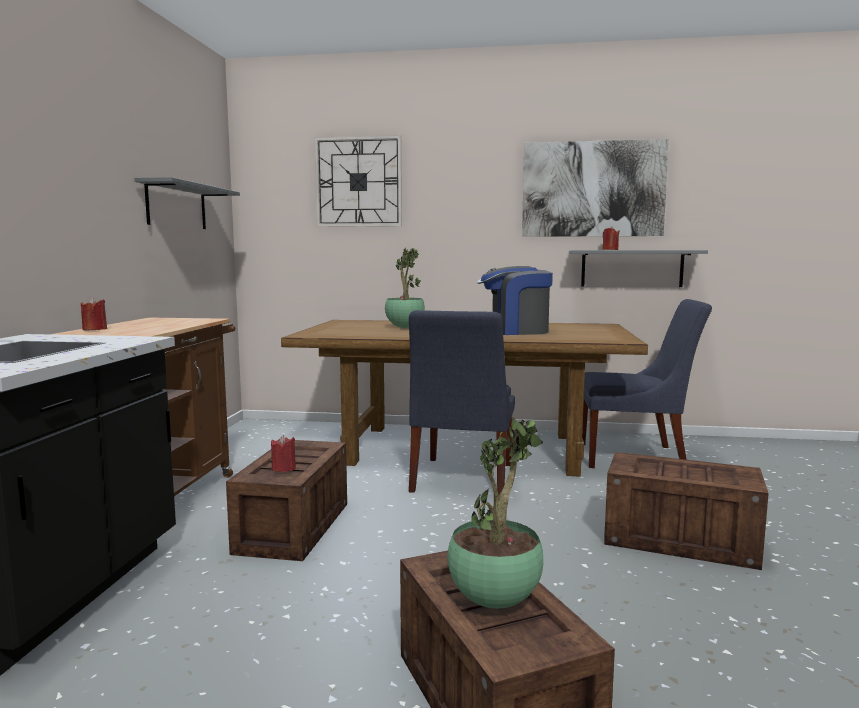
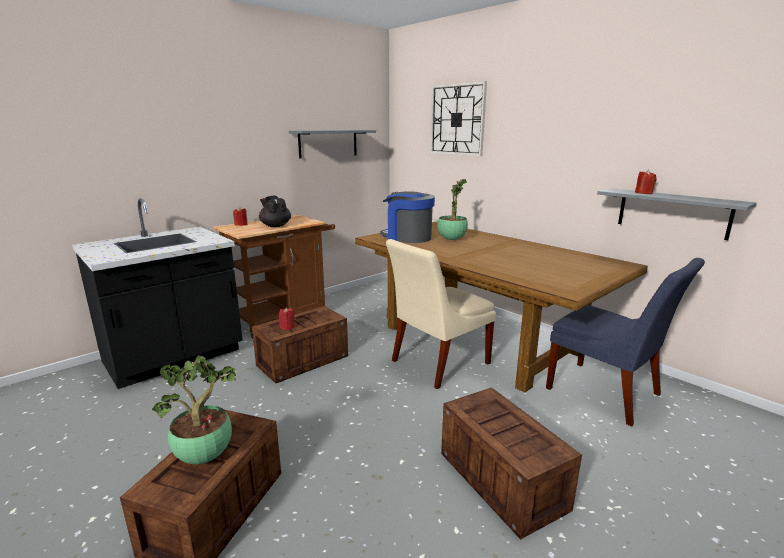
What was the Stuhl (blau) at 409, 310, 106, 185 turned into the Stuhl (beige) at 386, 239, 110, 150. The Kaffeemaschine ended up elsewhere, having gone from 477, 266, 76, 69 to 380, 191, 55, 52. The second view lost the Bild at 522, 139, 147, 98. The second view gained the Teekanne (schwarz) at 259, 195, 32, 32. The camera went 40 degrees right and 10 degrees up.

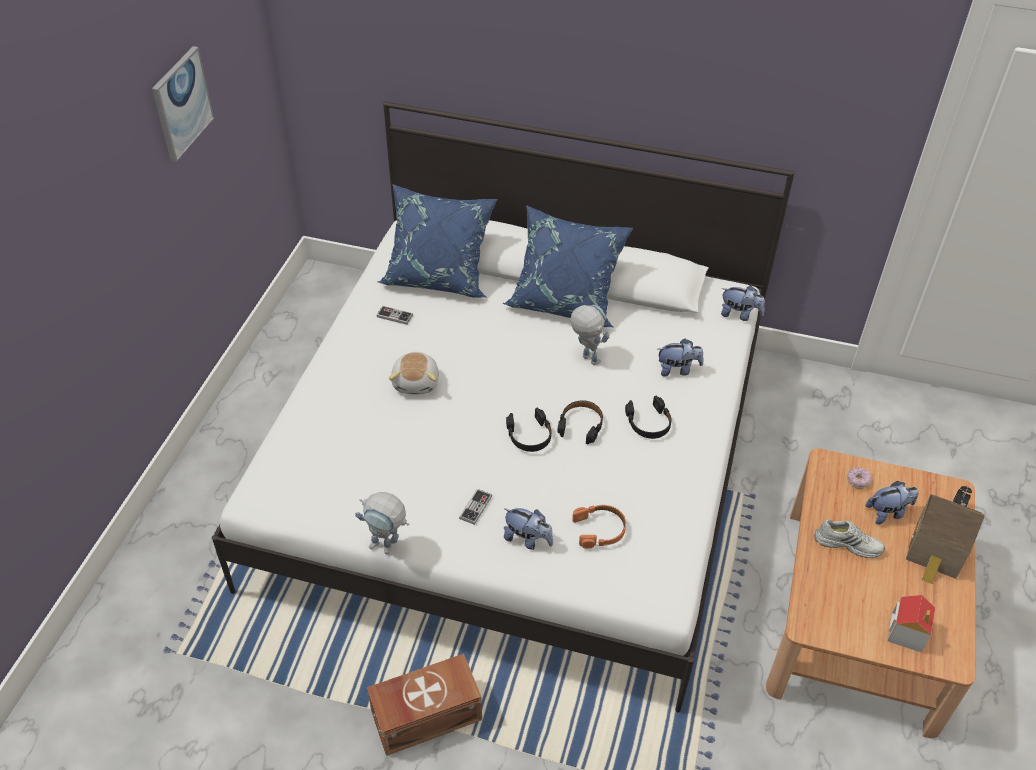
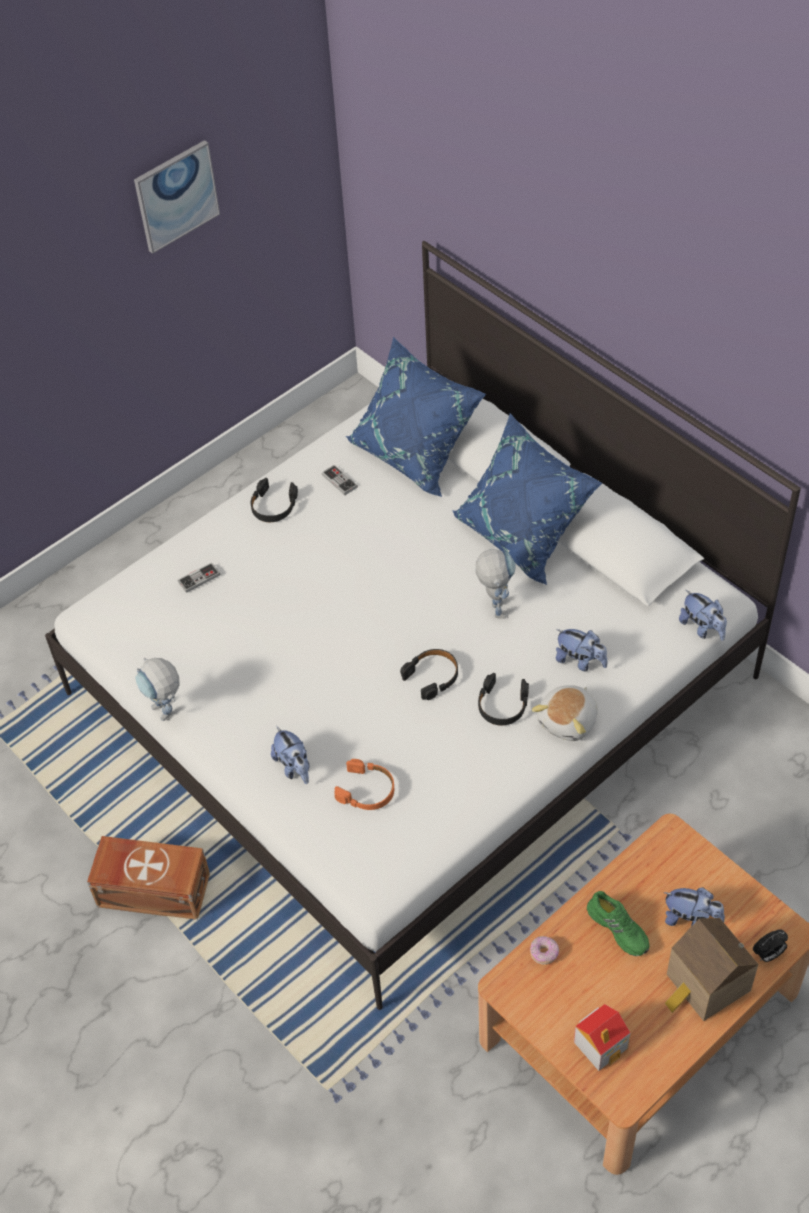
The Plüschtier ended up elsewhere, having gone from 389, 352, 50, 42 to 532, 685, 66, 56. The Gamepad ended up elsewhere, having gone from 459, 489, 33, 36 to 178, 562, 42, 31. The Kopfhörer (schwarz) ended up elsewhere, having gone from 506, 408, 45, 44 to 250, 478, 48, 44. What was the Schuh (weiß) at 814, 519, 71, 39 turned into the Schuh (grün) at 587, 891, 62, 65. The Donut ended up elsewhere, having gone from 847, 468, 25, 21 to 530, 936, 29, 29. The camera went 35 degrees right and 5 degrees up.

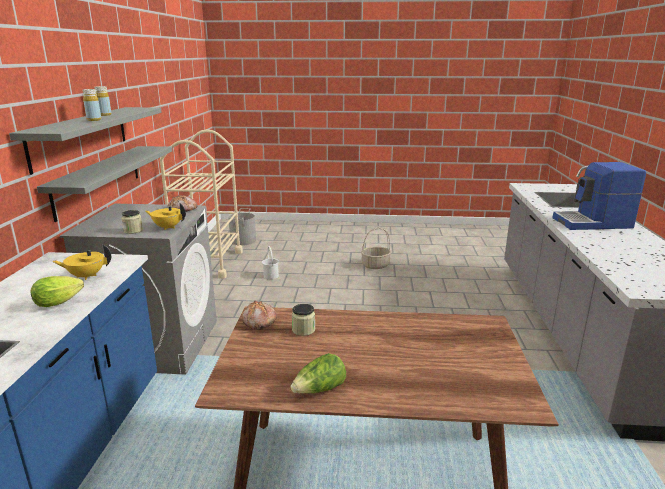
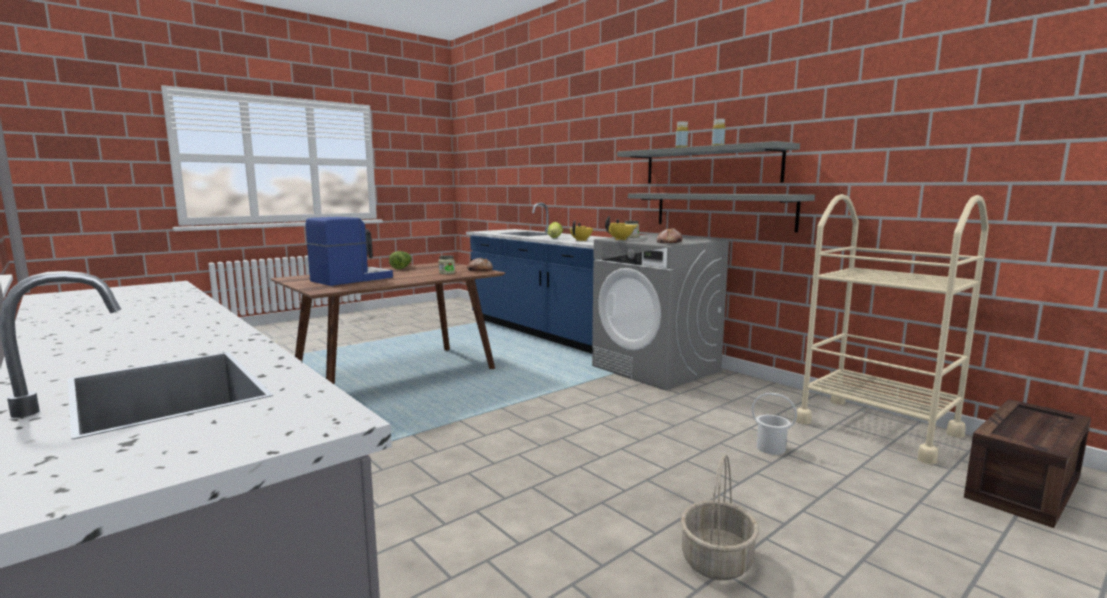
Where the Eimer (grau) stood at 228, 208, 28, 37, the Kiste came to stand at 964, 399, 127, 129. The Kaffeemaschine ended up elsewhere, having gone from 553, 162, 93, 68 to 306, 217, 87, 69. The camera went 135 degrees right and 10 degrees down.

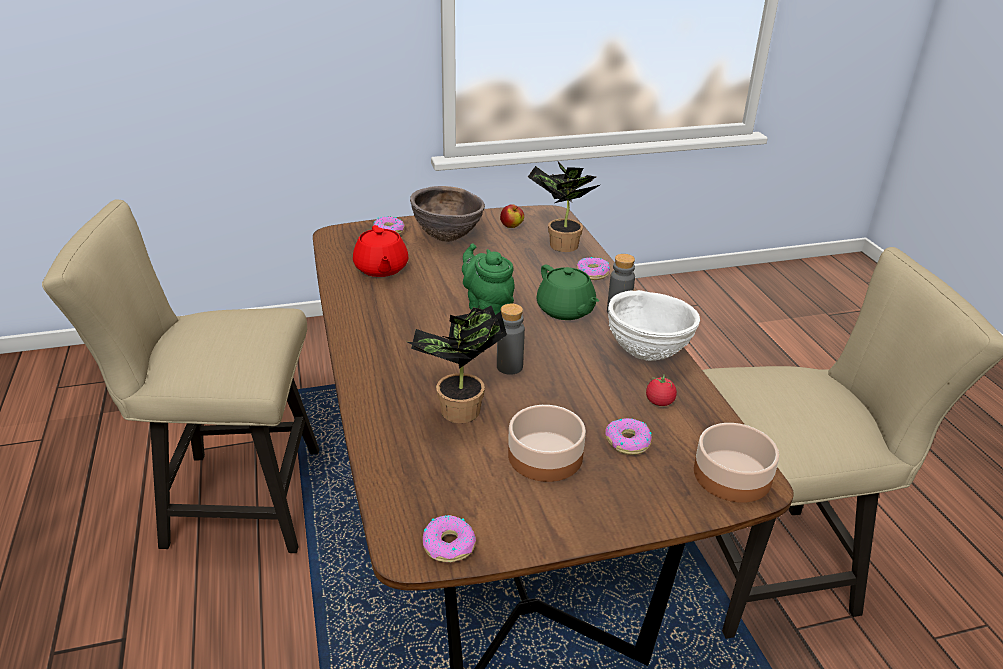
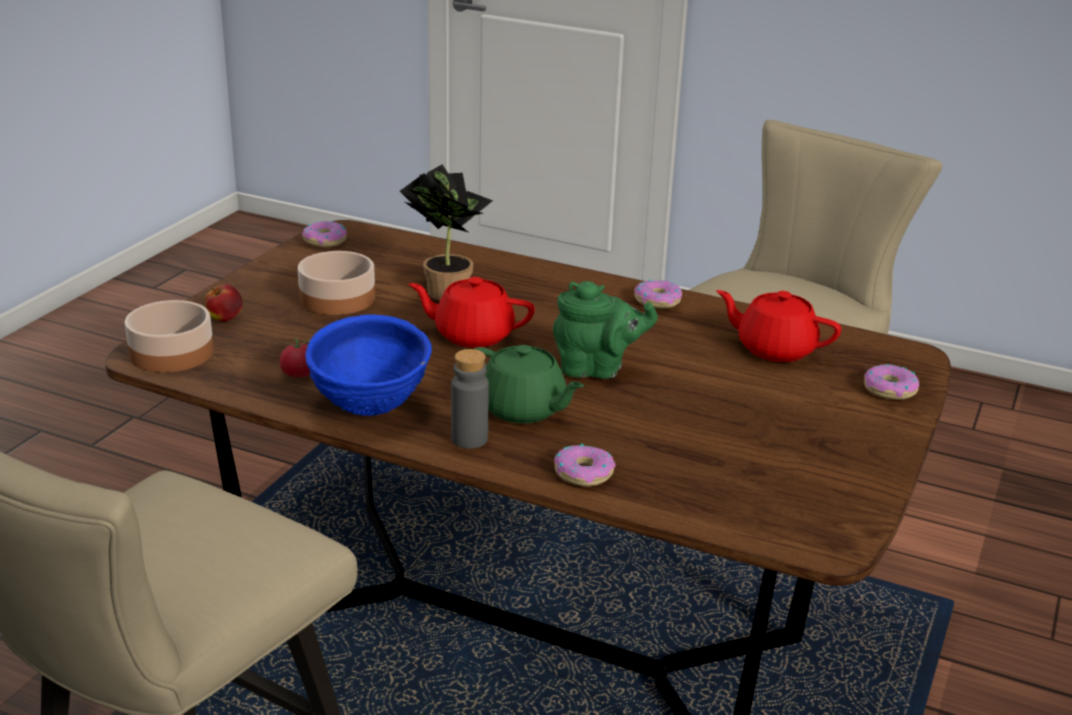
The second view lost the Schüssel (braun) at 410, 186, 75, 56. Where the Flasche (grau) stood at 497, 304, 28, 71, the Teekanne (rot) came to stand at 408, 277, 127, 71. The Apfel ended up elsewhere, having gone from 500, 204, 24, 24 to 205, 284, 37, 38. The second view lost the Topfpflanze at 528, 160, 72, 92. The Teekanne (grün) at 536, 265, 63, 55 ended up facing another way, 150 degrees counterclockwise from before. The Donut ended up elsewhere, having gone from 605, 418, 47, 37 to 634, 280, 48, 29. What was the Schüssel (weiß) at 608, 290, 92, 71 turned into the Schüssel (blau) at 305, 314, 127, 102. The camera went 130 degrees right and 5 degrees down.

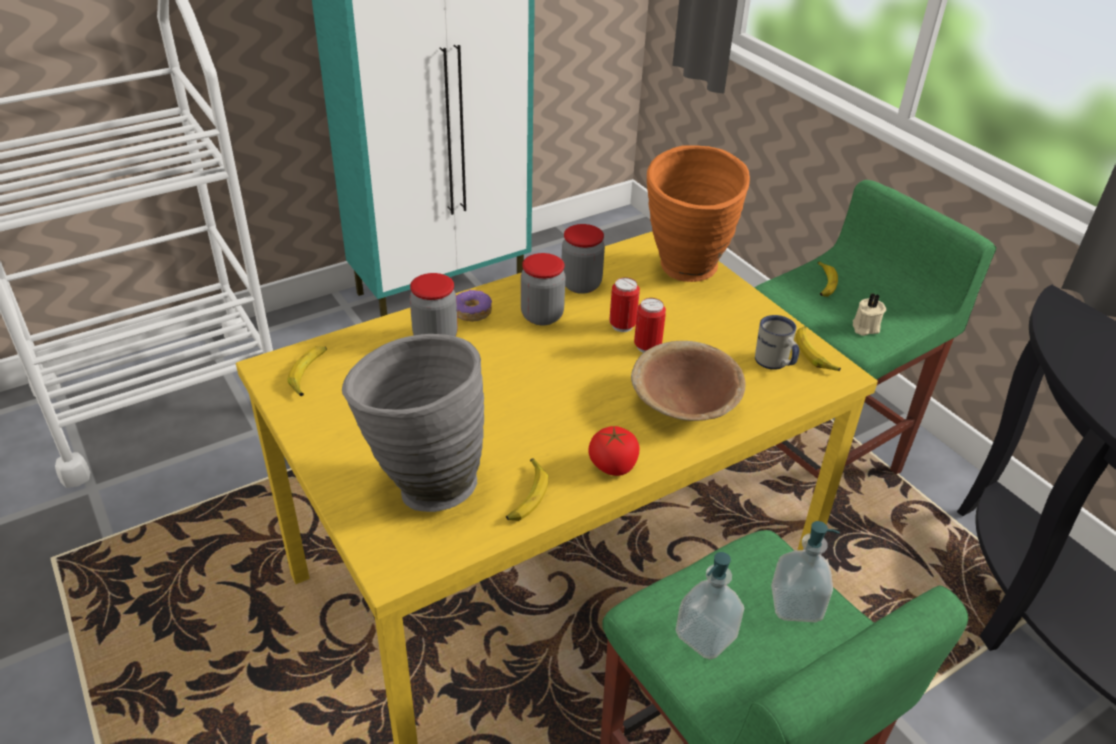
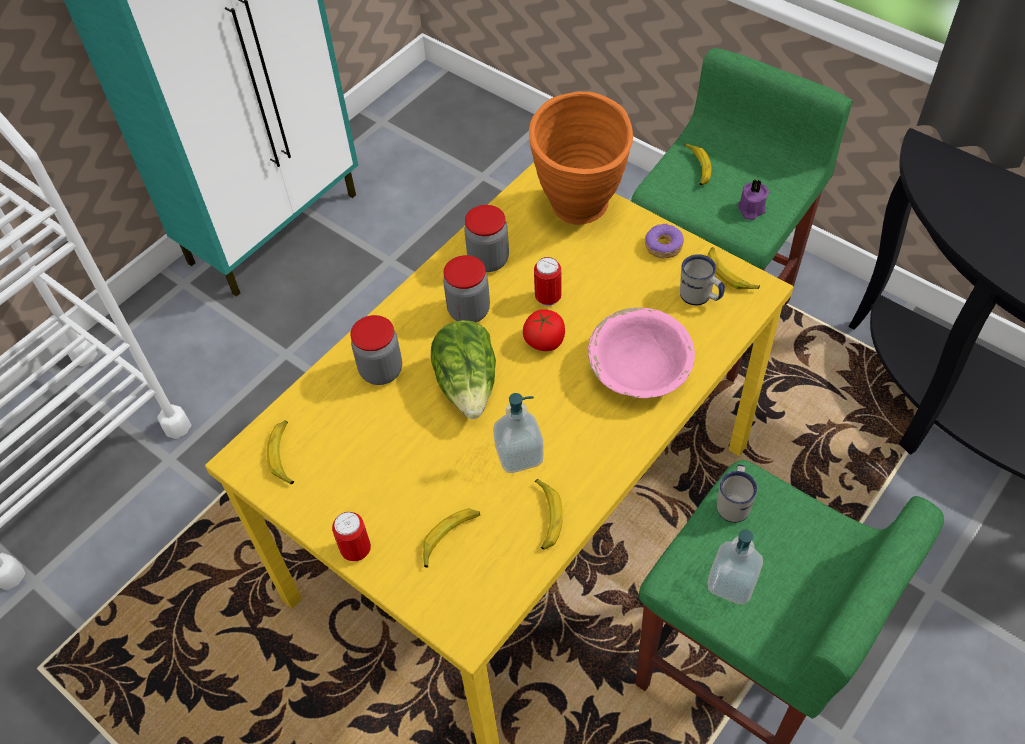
Where the Vase (grau) stood at 342, 334, 142, 178, the Banane came to stand at 423, 508, 57, 60. The Donut ended up elsewhere, having gone from 456, 289, 36, 33 to 645, 223, 39, 35. The Tomate ended up elsewhere, having gone from 589, 426, 51, 50 to 523, 309, 42, 42. What was the Schüssel (braun) at 631, 341, 115, 80 turned into the Schüssel (rosa) at 588, 307, 107, 91. The Dose ended up elsewhere, having gone from 634, 298, 32, 55 to 332, 512, 39, 49. The Seifenspender ended up elsewhere, having gone from 771, 521, 69, 101 to 493, 393, 51, 80. What was the Kerze (beige) at 853, 293, 33, 43 turned into the Kerze (lila) at 738, 180, 31, 40. The second view gained the Salatkopf at 431, 320, 65, 99. The second view gained the Henkelbecher (weiß) at 717, 464, 40, 59. The camera went 15 degrees left and 15 degrees up.

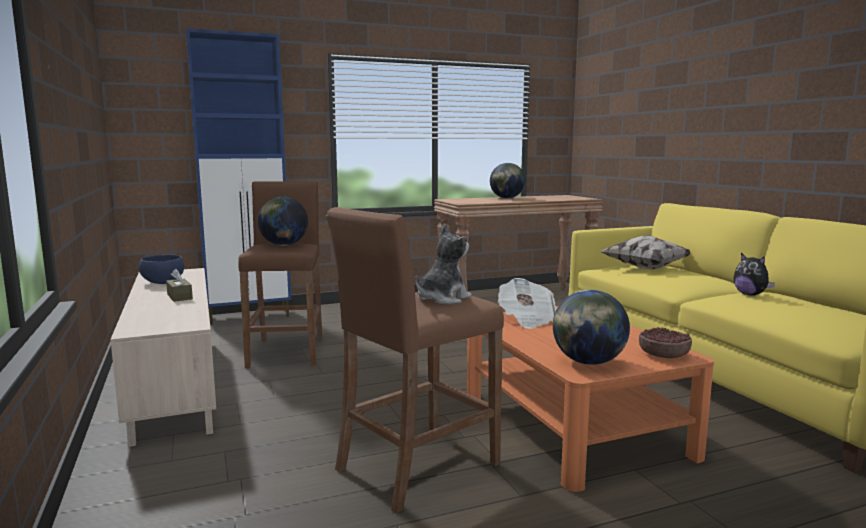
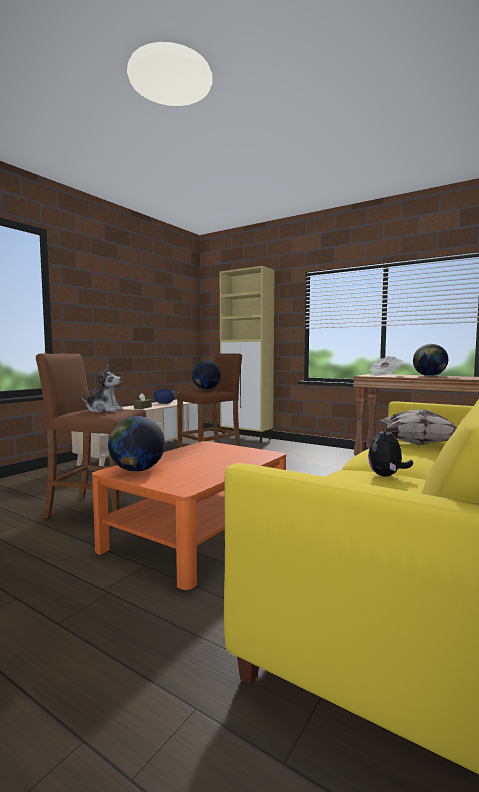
What was the Schrank (blau) at 186, 28, 105, 297 turned into the Schrank (beige) at 220, 266, 55, 177. The Zeitung ended up elsewhere, having gone from 497, 278, 60, 51 to 370, 356, 33, 20. The second view lost the Schüssel at 639, 327, 53, 31. The camera went 55 degrees right and 5 degrees down.

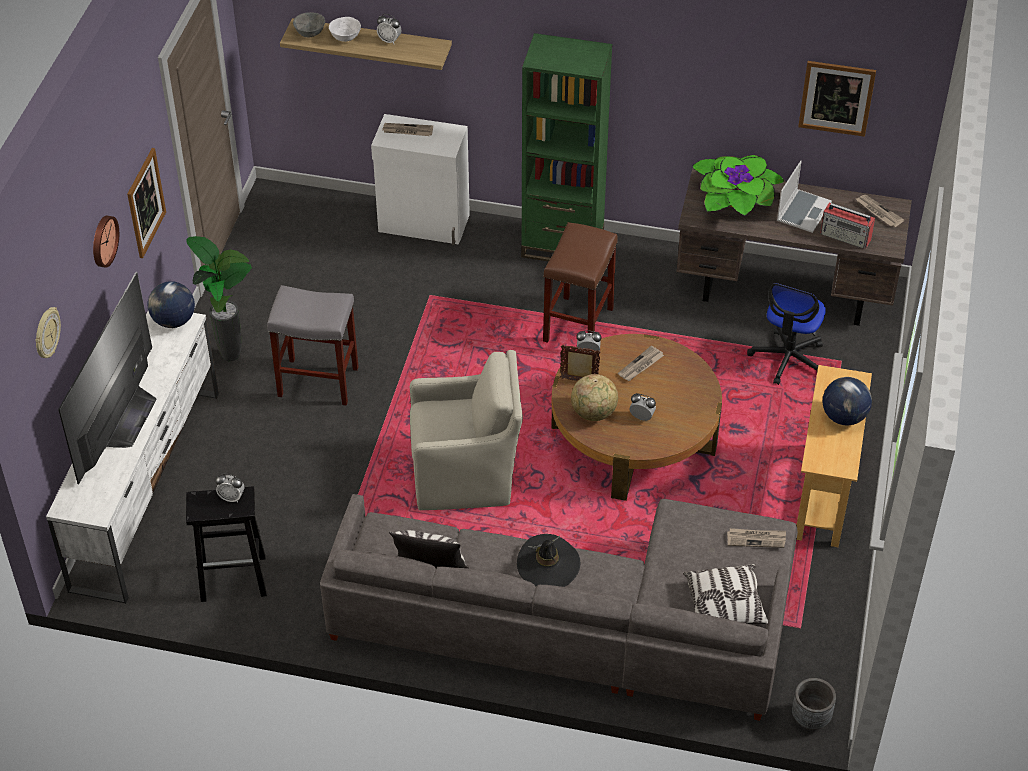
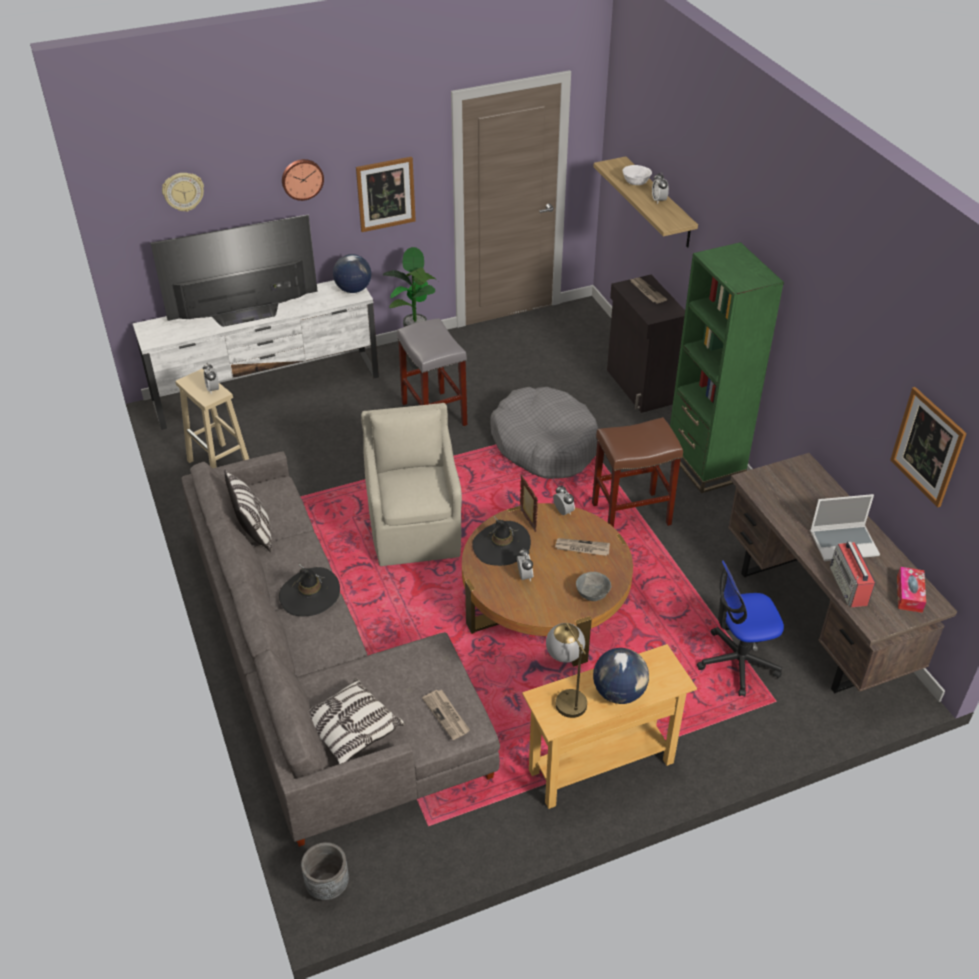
What was the Hocker (schwarz) at 186, 486, 81, 116 turned into the Hocker (beige) at 175, 369, 74, 99. The Schüssel (grau) ended up elsewhere, having gone from 293, 12, 32, 25 to 576, 572, 36, 29. What was the Schrank (weiß) at 371, 114, 99, 131 turned into the Schrank (schwarz) at 607, 275, 78, 138. The Sessel (beige) at 410, 350, 113, 160 ended up facing another way, 150 degrees counterclockwise from before. Where the Globus stood at 571, 374, 47, 47, the Hut (schwarz) came to stand at 472, 516, 59, 50. The second view lost the Topfpflanze at 692, 155, 92, 61. Where the Zeitung stood at 856, 195, 48, 32, the Taschentuchbox came to stand at 897, 567, 29, 46. The second view gained the Hundebett (grau) at 490, 387, 108, 92. The second view gained the Tischlampe at 546, 623, 41, 95. The camera went 55 degrees right and 5 degrees down.

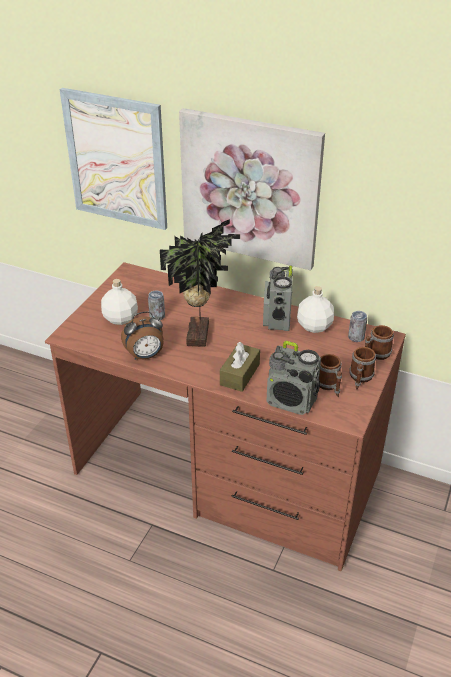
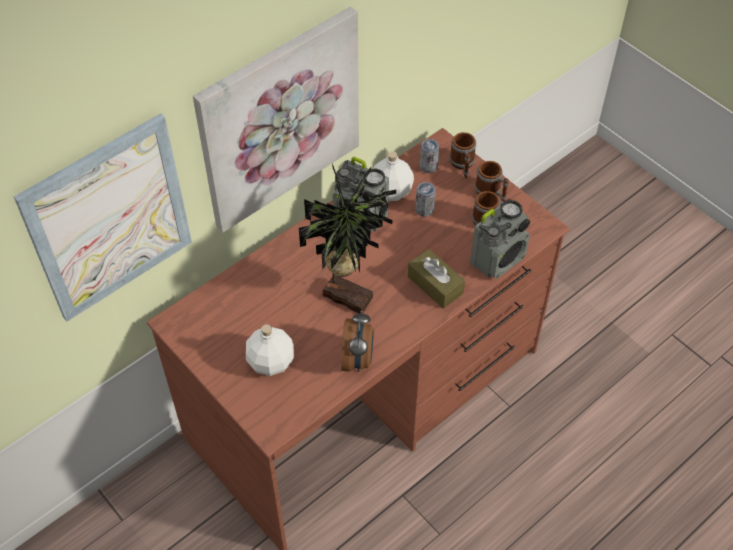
The Dose ended up elsewhere, having gone from 148, 290, 17, 30 to 415, 182, 21, 35. The camera went 65 degrees left and 15 degrees up.

